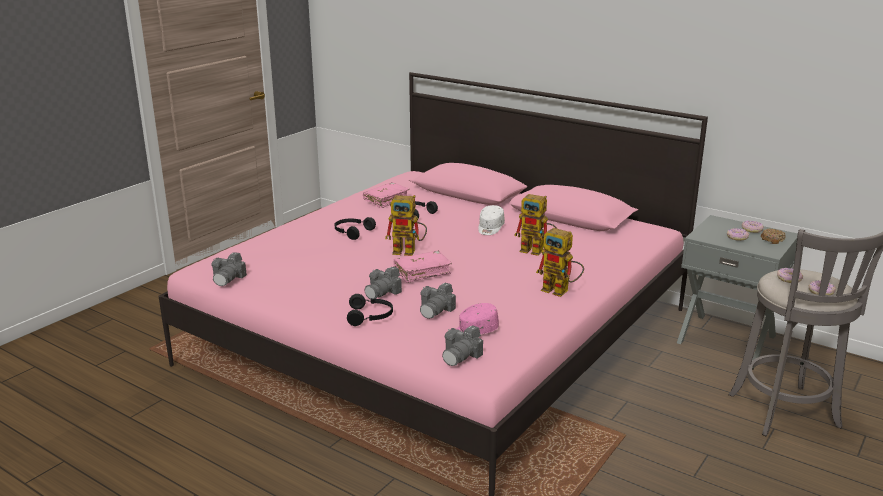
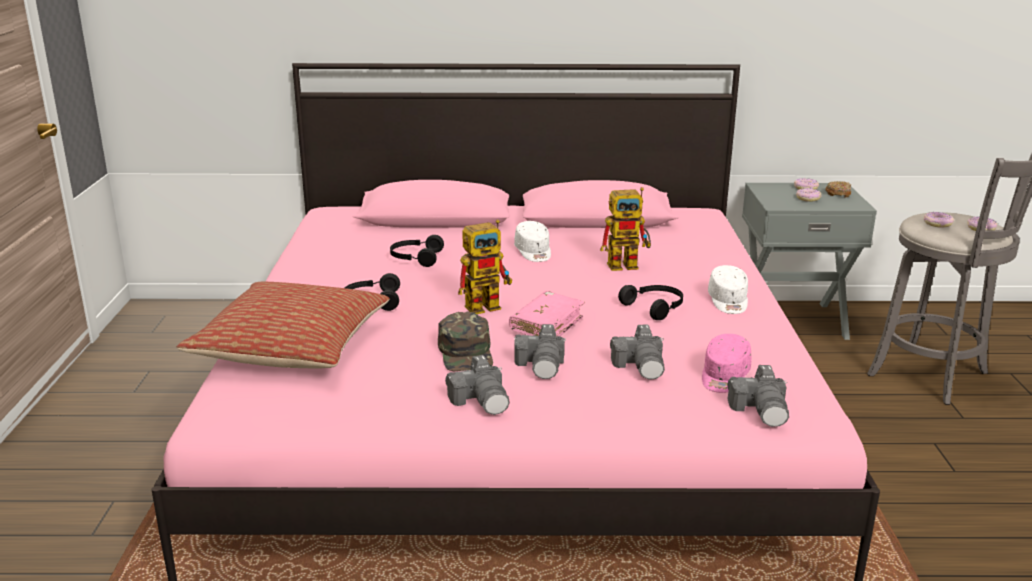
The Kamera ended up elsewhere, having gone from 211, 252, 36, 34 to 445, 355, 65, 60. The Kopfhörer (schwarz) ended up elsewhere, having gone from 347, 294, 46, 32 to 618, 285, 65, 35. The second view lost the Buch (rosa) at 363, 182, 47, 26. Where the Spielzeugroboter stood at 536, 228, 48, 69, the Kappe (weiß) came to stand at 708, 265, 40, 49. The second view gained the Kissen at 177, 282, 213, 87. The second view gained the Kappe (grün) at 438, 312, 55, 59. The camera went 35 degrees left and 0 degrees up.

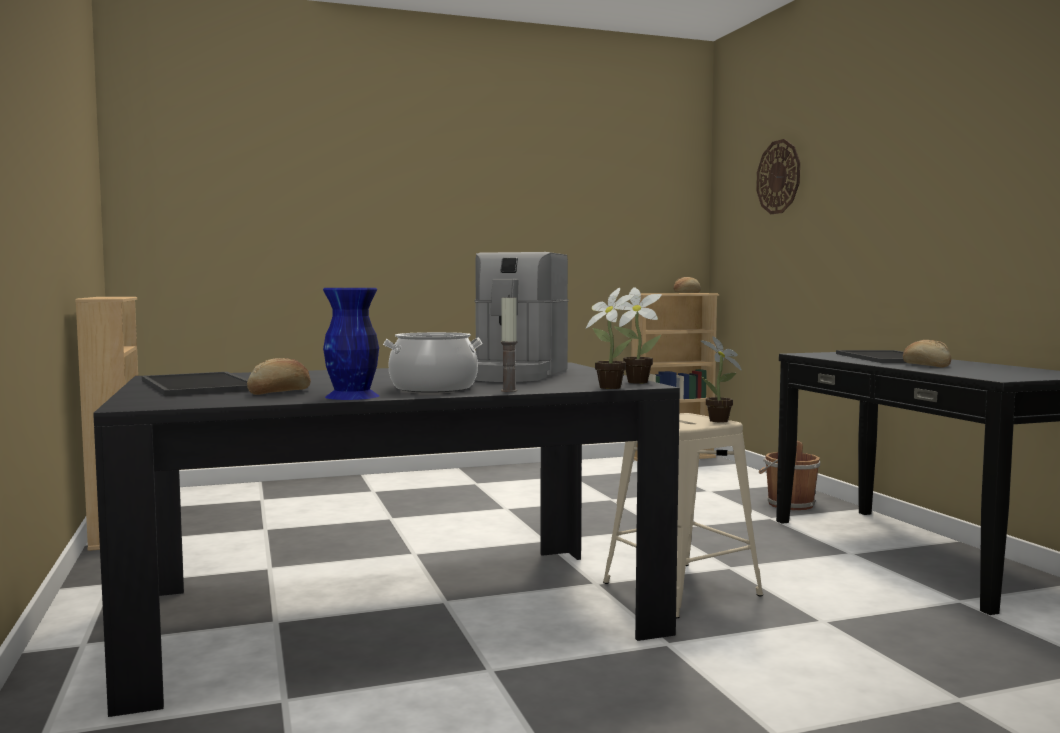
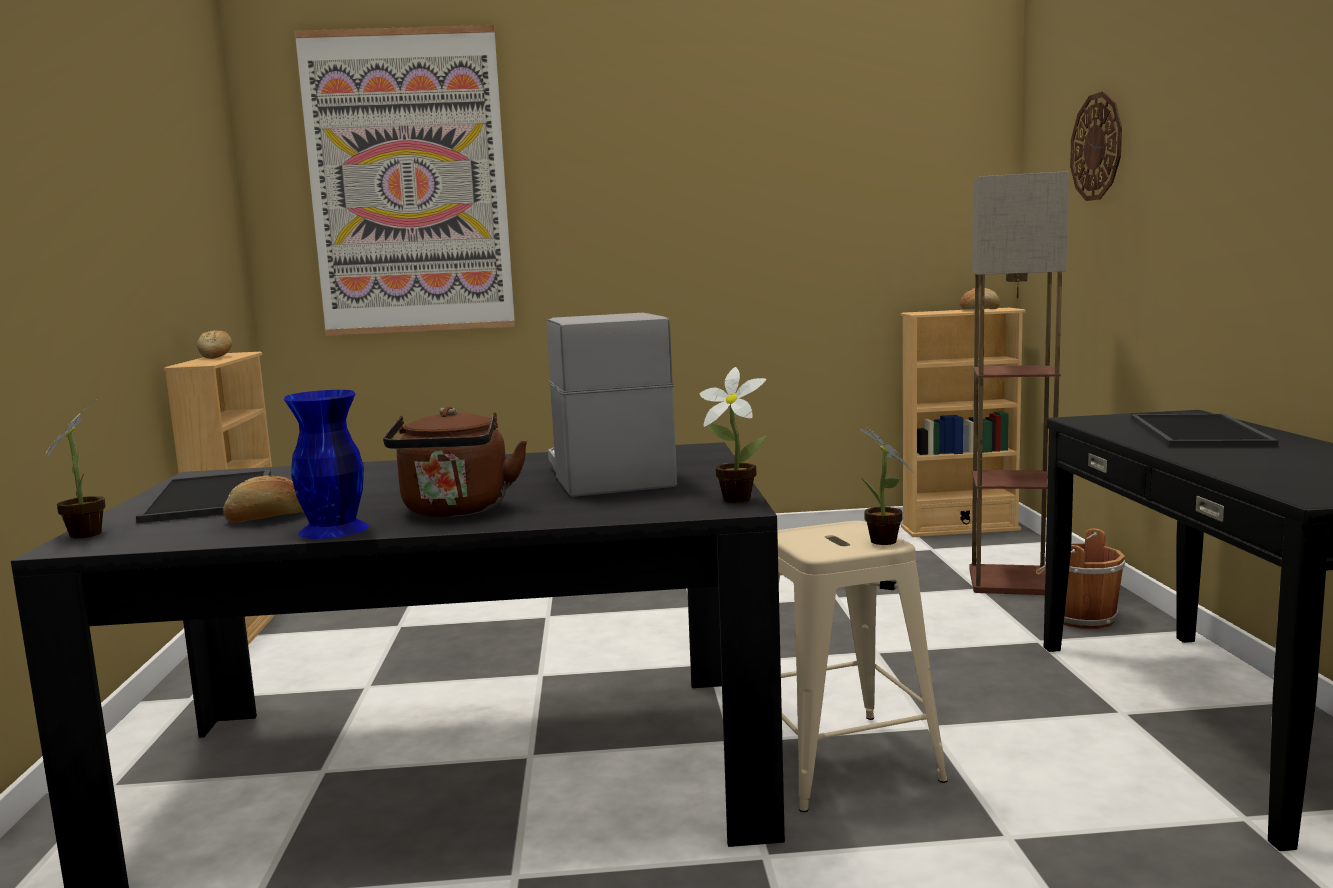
Where the Kochtopf stood at 383, 332, 100, 61, the Wasserkessel (braun) came to stand at 383, 407, 144, 110. The Kaffeemaschine at 475, 252, 94, 130 ended up facing another way, 135 degrees clockwise from before. The second view lost the Kerze at 501, 296, 16, 96. The Topfpflanze ended up elsewhere, having gone from 586, 287, 49, 102 to 46, 399, 60, 140. The Brot ended up elsewhere, having gone from 903, 340, 48, 28 to 197, 330, 35, 29. The second view gained the Bild at 294, 25, 221, 311. The second view gained the Stehlampe at 969, 171, 100, 424. The camera went 15 degrees right and 5 degrees up.

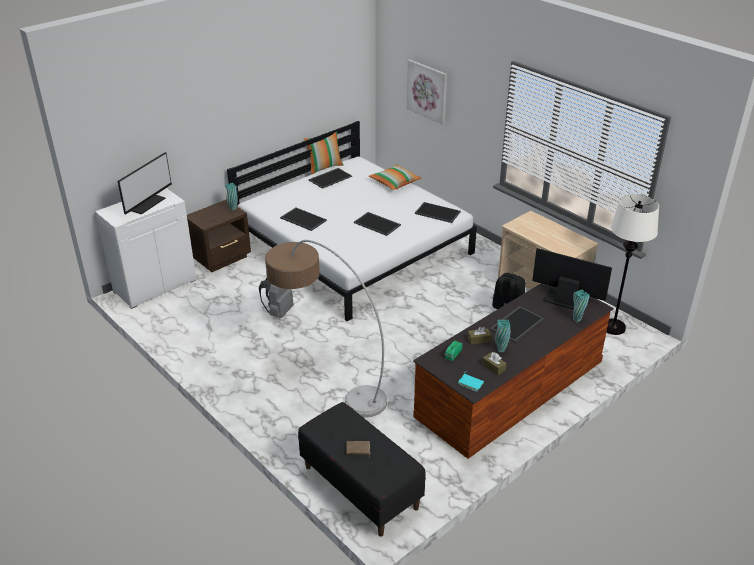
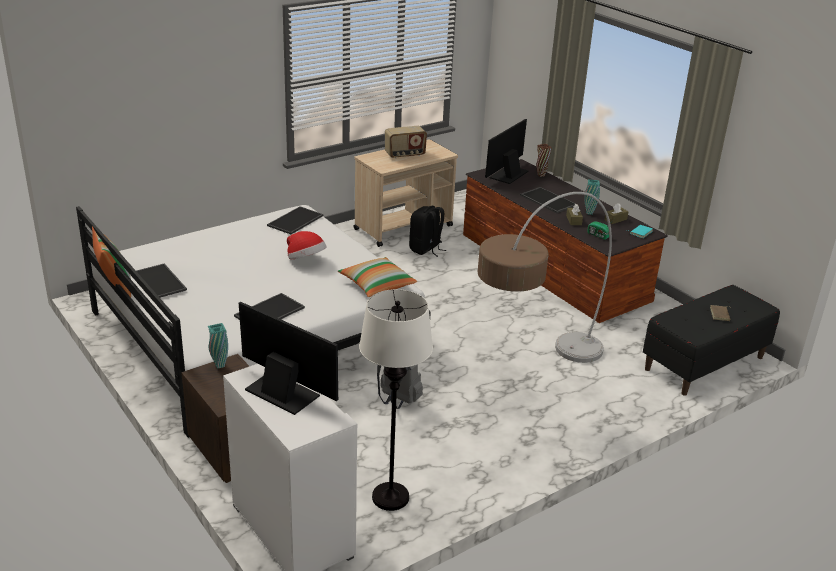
Where the Tablett stood at 354, 212, 47, 24, the Hut came to stand at 287, 231, 39, 28. The Kissen ended up elsewhere, having gone from 369, 164, 53, 26 to 338, 257, 79, 40. The second view lost the Bild at 407, 60, 40, 65. What was the Vase (türkis) at 573, 290, 17, 32 turned into the Vase (braun) at 536, 144, 16, 33. The Stehlampe (weiß) ended up elsewhere, having gone from 607, 194, 52, 141 to 359, 289, 74, 222. The second view gained the Radio at 385, 126, 42, 33. The camera went 85 degrees left and 5 degrees down.

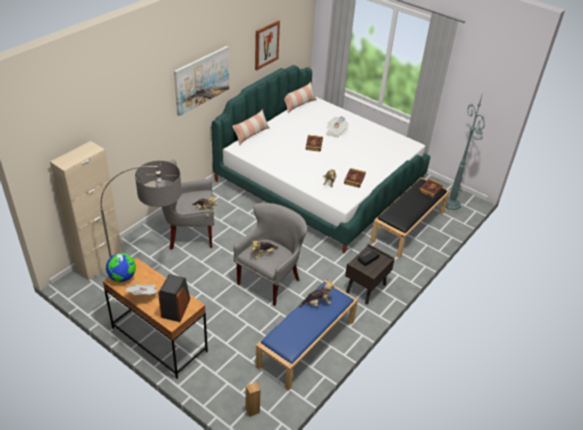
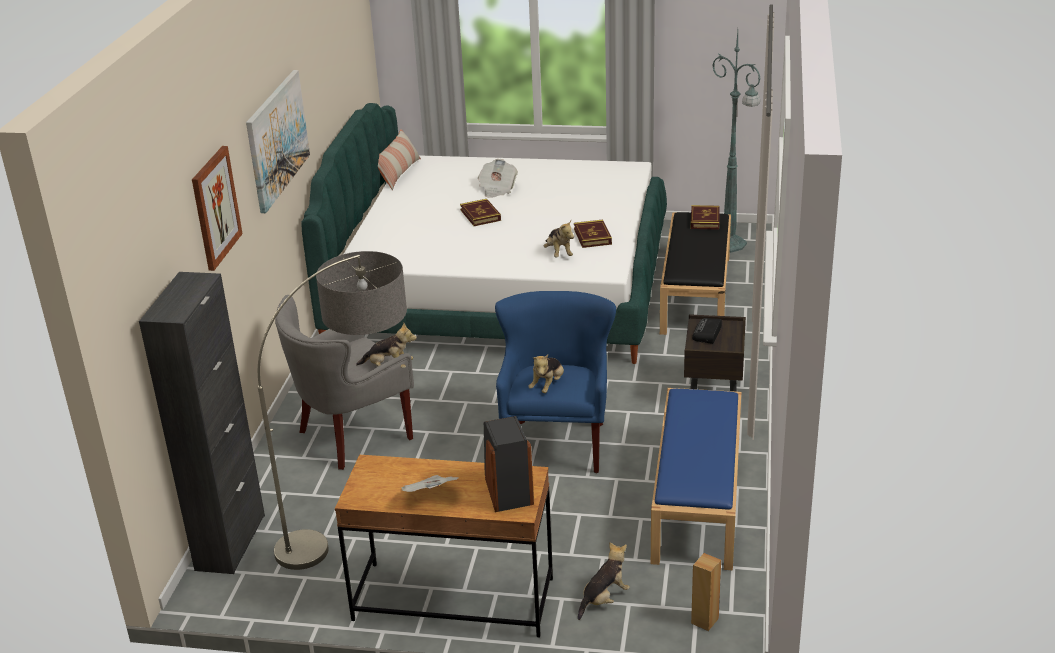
What was the Schrank (beige) at 50, 141, 72, 140 turned into the Schrank (schwarz) at 139, 272, 126, 302. The second view lost the Globus at 106, 253, 30, 29. The second view lost the Kissen at 233, 109, 37, 36. What was the Sessel (grau) at 233, 203, 74, 103 turned into the Sessel (blau) at 495, 291, 121, 182. The Bild ended up elsewhere, having gone from 255, 20, 25, 50 to 192, 146, 51, 125. The Plüschtier ended up elsewhere, having gone from 299, 280, 36, 27 to 578, 542, 52, 78. The camera went 25 degrees left and 10 degrees down.

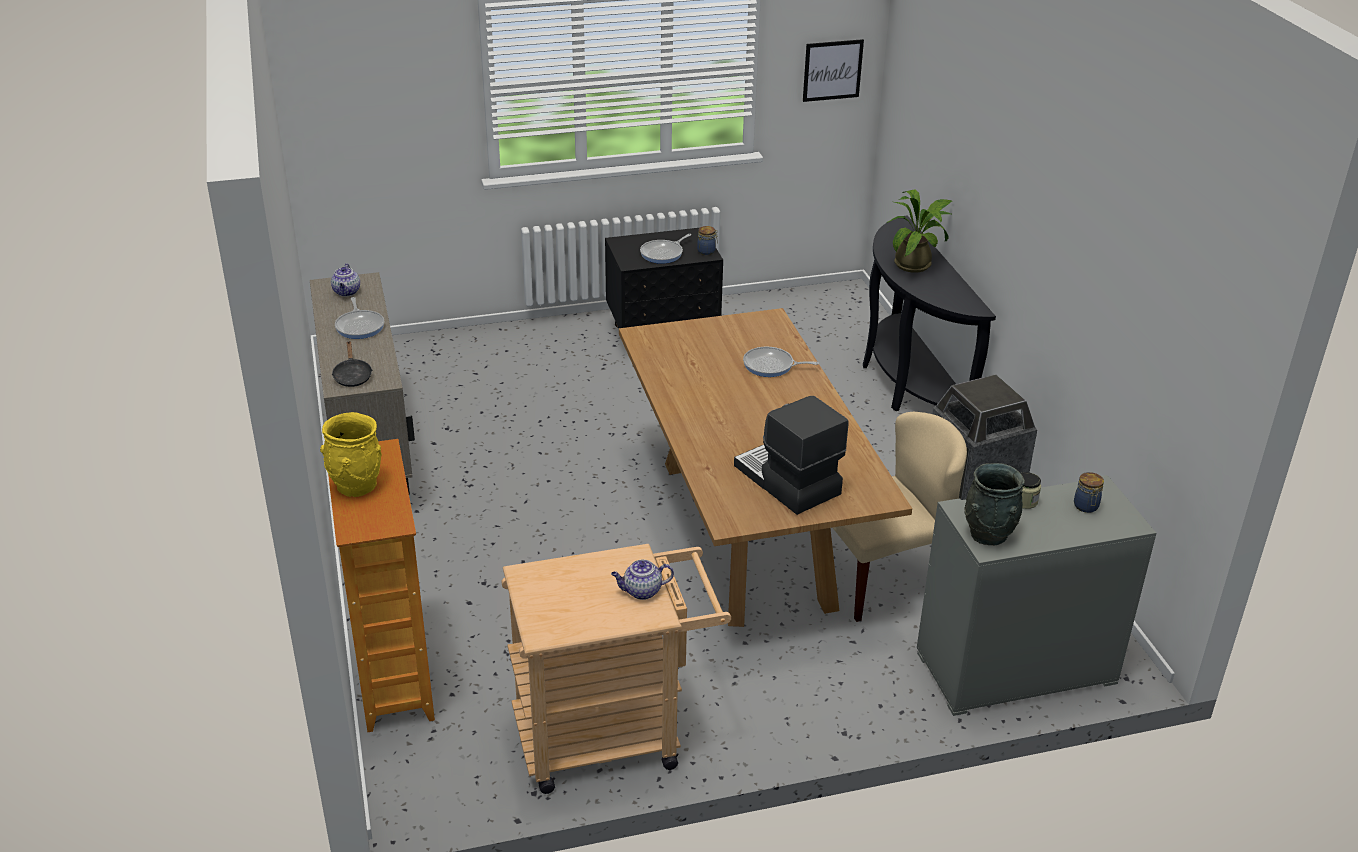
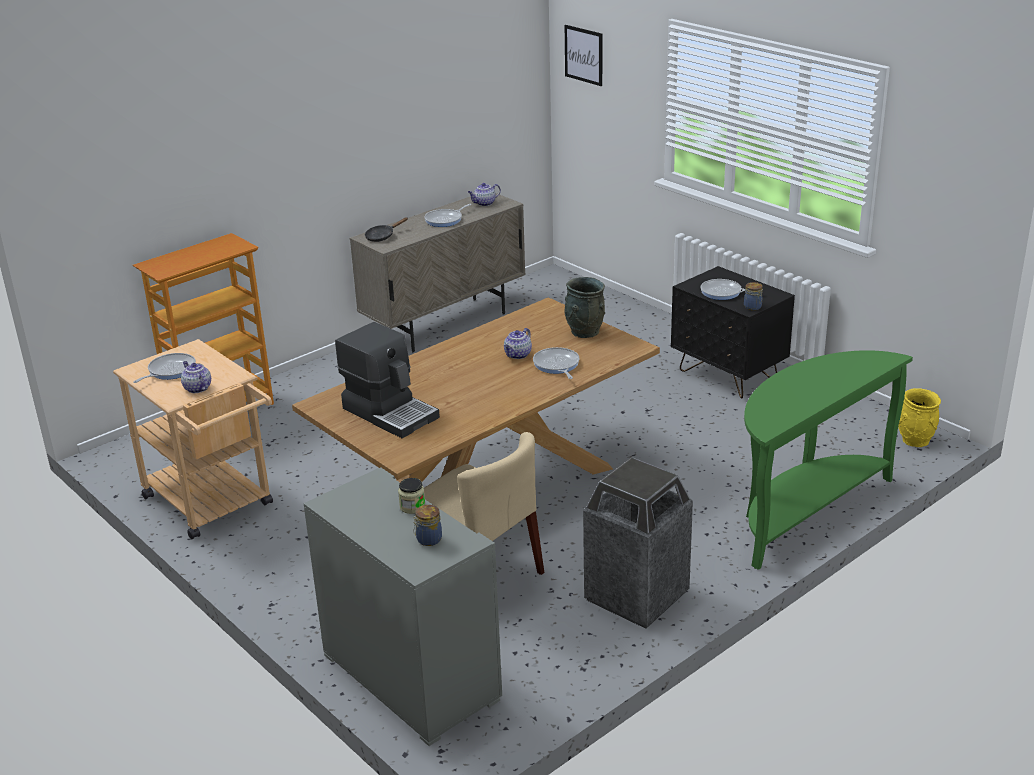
The Vase (gelb) ended up elsewhere, having gone from 320, 412, 62, 85 to 898, 388, 43, 59. The Kaffeemaschine at 734, 396, 115, 119 ended up facing another way, 105 degrees clockwise from before. The Bild ended up elsewhere, having gone from 803, 39, 61, 63 to 565, 25, 37, 61. What was the Konsolentisch (schwarz) at 863, 215, 133, 196 turned into the Konsolentisch (grün) at 744, 350, 169, 220. The second view lost the Topfpflanze at 886, 190, 67, 83. The Vase (grau) ended up elsewhere, having gone from 965, 463, 60, 83 to 564, 277, 41, 61. The second view gained the Pfanne at 133, 353, 63, 30. The second view gained the Teekanne at 504, 328, 28, 31. The camera went 65 degrees right and 5 degrees down.

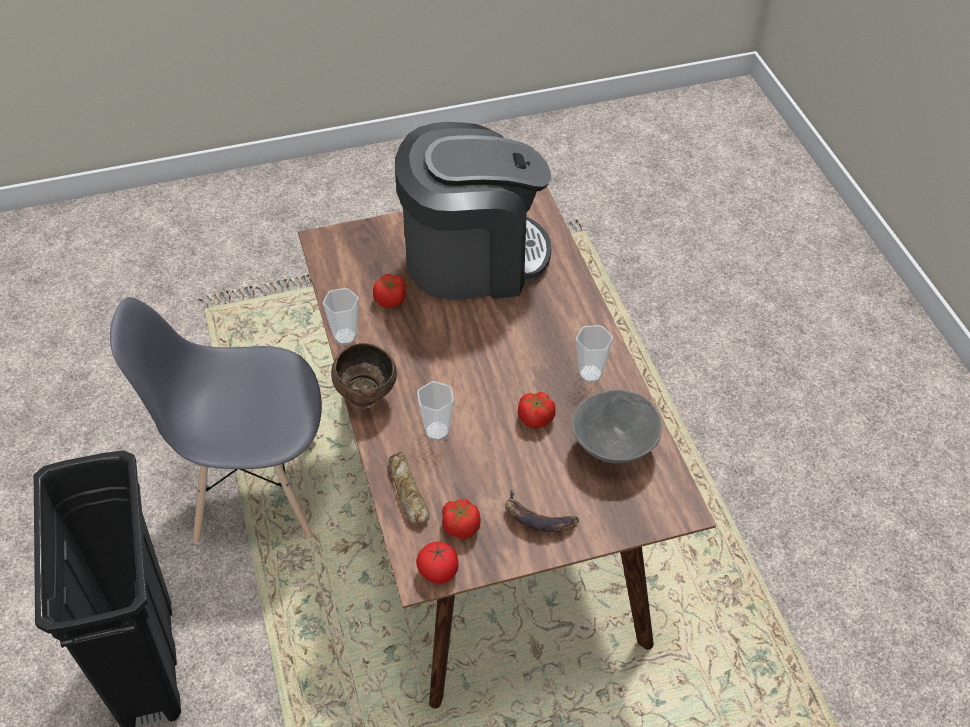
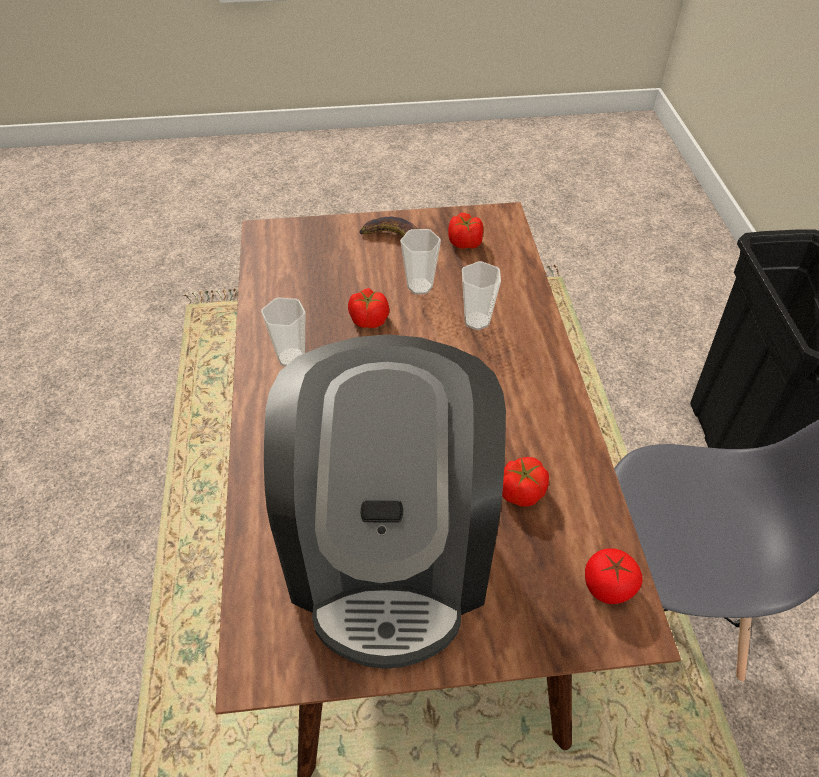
The Tasse ended up elsewhere, having gone from 323, 288, 36, 57 to 400, 229, 41, 66. The second view lost the Schüssel (braun) at 331, 343, 66, 64. The second view lost the Brot at 389, 452, 41, 74. The Kaffeemaschine at 395, 122, 156, 177 ended up facing another way, 90 degrees counterclockwise from before. The Tomate ended up elsewhere, having gone from 416, 542, 43, 41 to 585, 549, 58, 55. The second view lost the Schüssel (grau) at 572, 390, 90, 74. The camera went 170 degrees left and 0 degrees up.

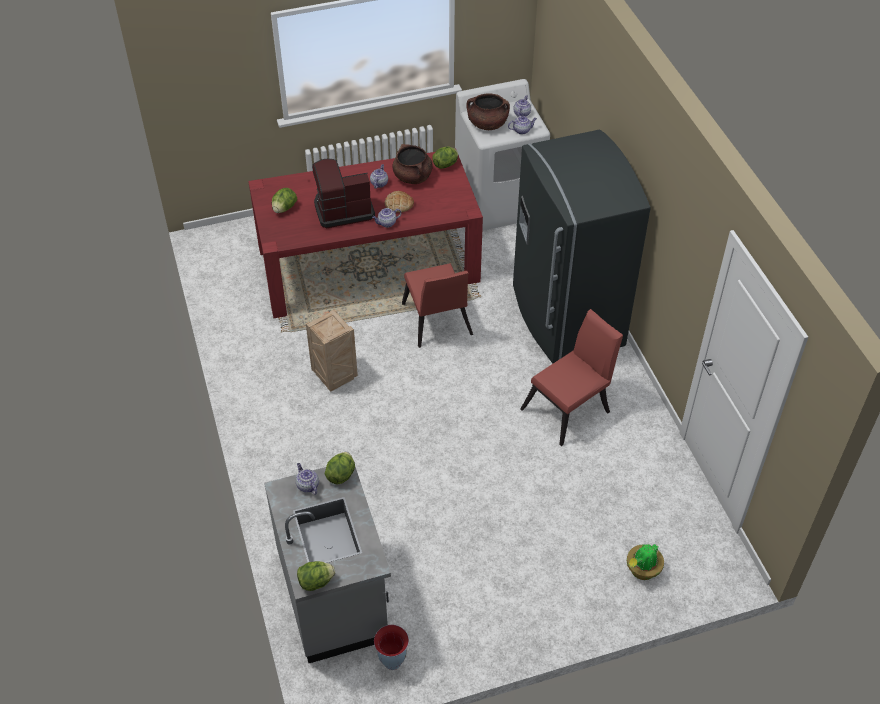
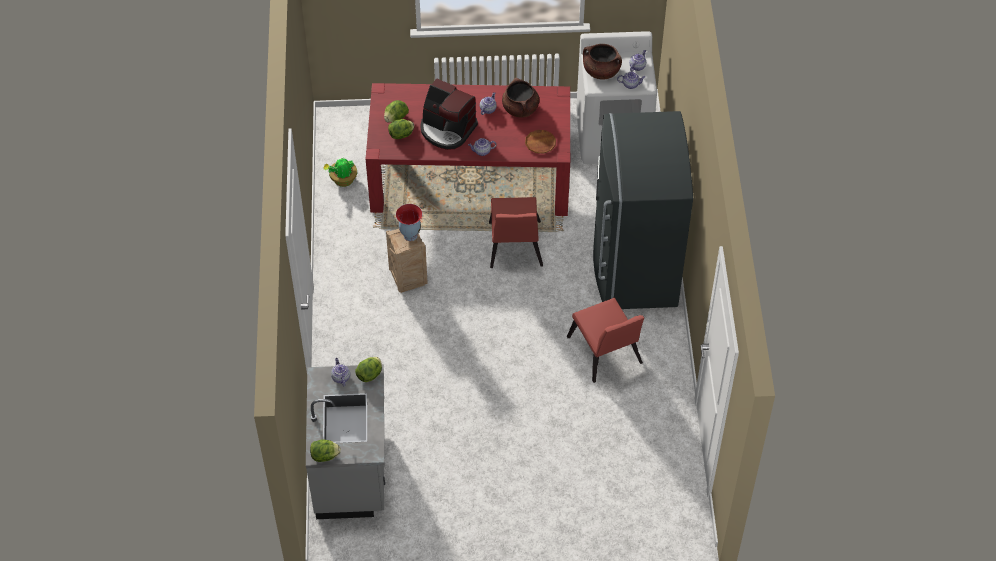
The Kaffeemaschine at 312, 158, 63, 71 ended up facing another way, 150 degrees counterclockwise from before. The Vase ended up elsewhere, having gone from 374, 625, 35, 45 to 396, 204, 26, 37. The second view lost the Brot at 385, 191, 29, 22. The Salatkopf ended up elsewhere, having gone from 432, 147, 26, 22 to 388, 119, 26, 20. The Stuhl (rot) at 520, 309, 103, 137 ended up facing another way, 90 degrees clockwise from before. The Topfpflanze ended up elsewhere, having gone from 627, 543, 37, 37 to 323, 158, 34, 29. The second view gained the Teller (braun) at 525, 130, 31, 24. The camera went 15 degrees right and 5 degrees up.

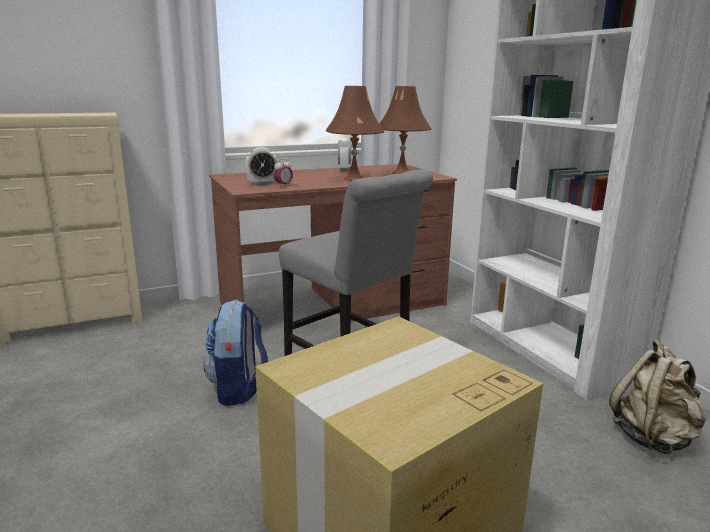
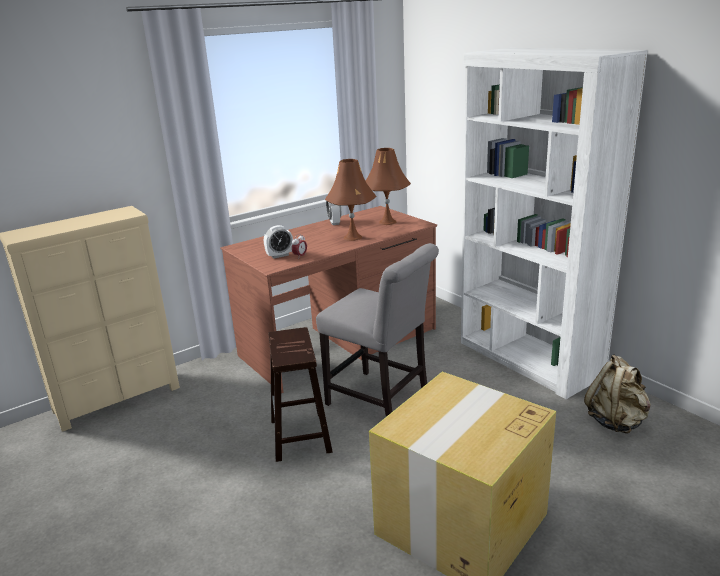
Where the Rucksack stood at 203, 300, 65, 106, the Hocker (braun) came to stand at 268, 327, 65, 135. The camera went 10 degrees left and 5 degrees up.

